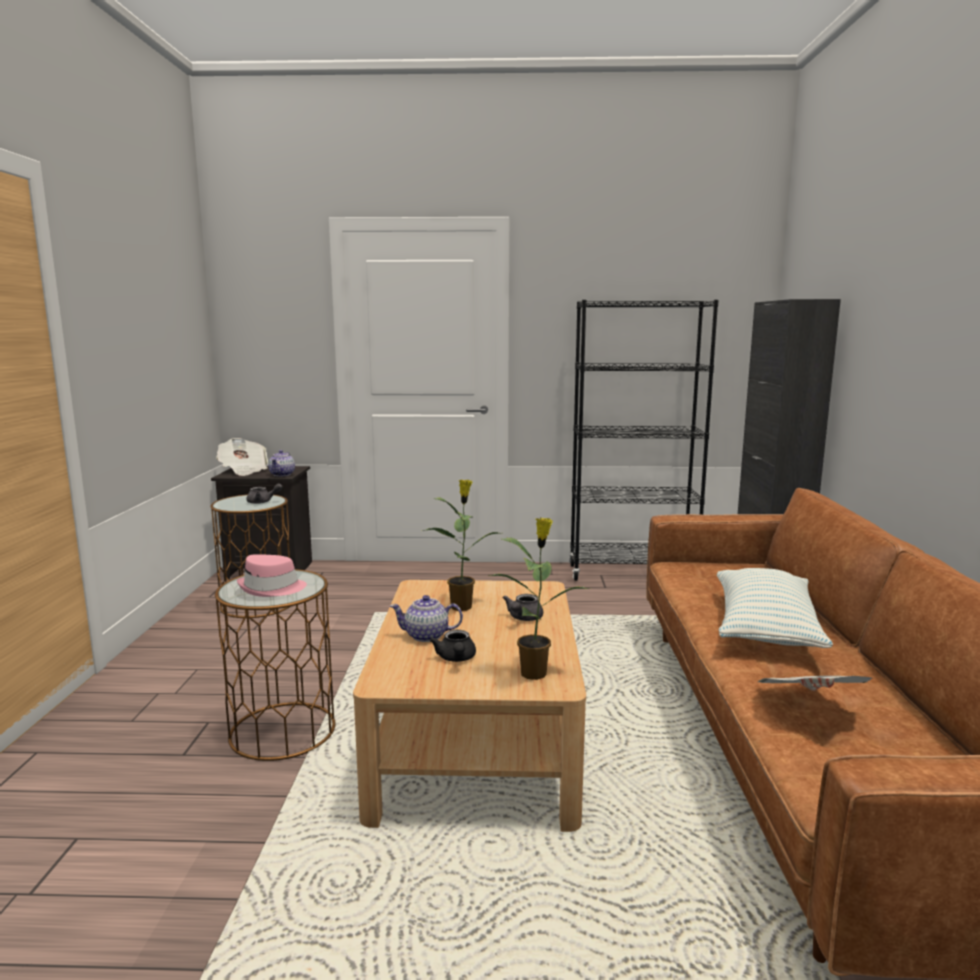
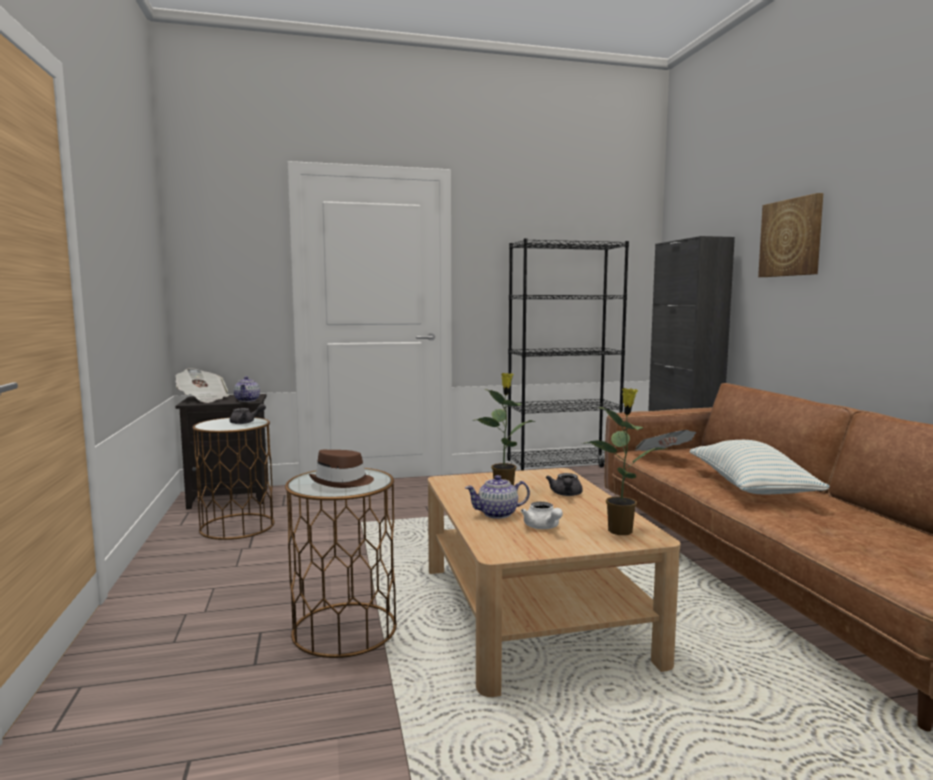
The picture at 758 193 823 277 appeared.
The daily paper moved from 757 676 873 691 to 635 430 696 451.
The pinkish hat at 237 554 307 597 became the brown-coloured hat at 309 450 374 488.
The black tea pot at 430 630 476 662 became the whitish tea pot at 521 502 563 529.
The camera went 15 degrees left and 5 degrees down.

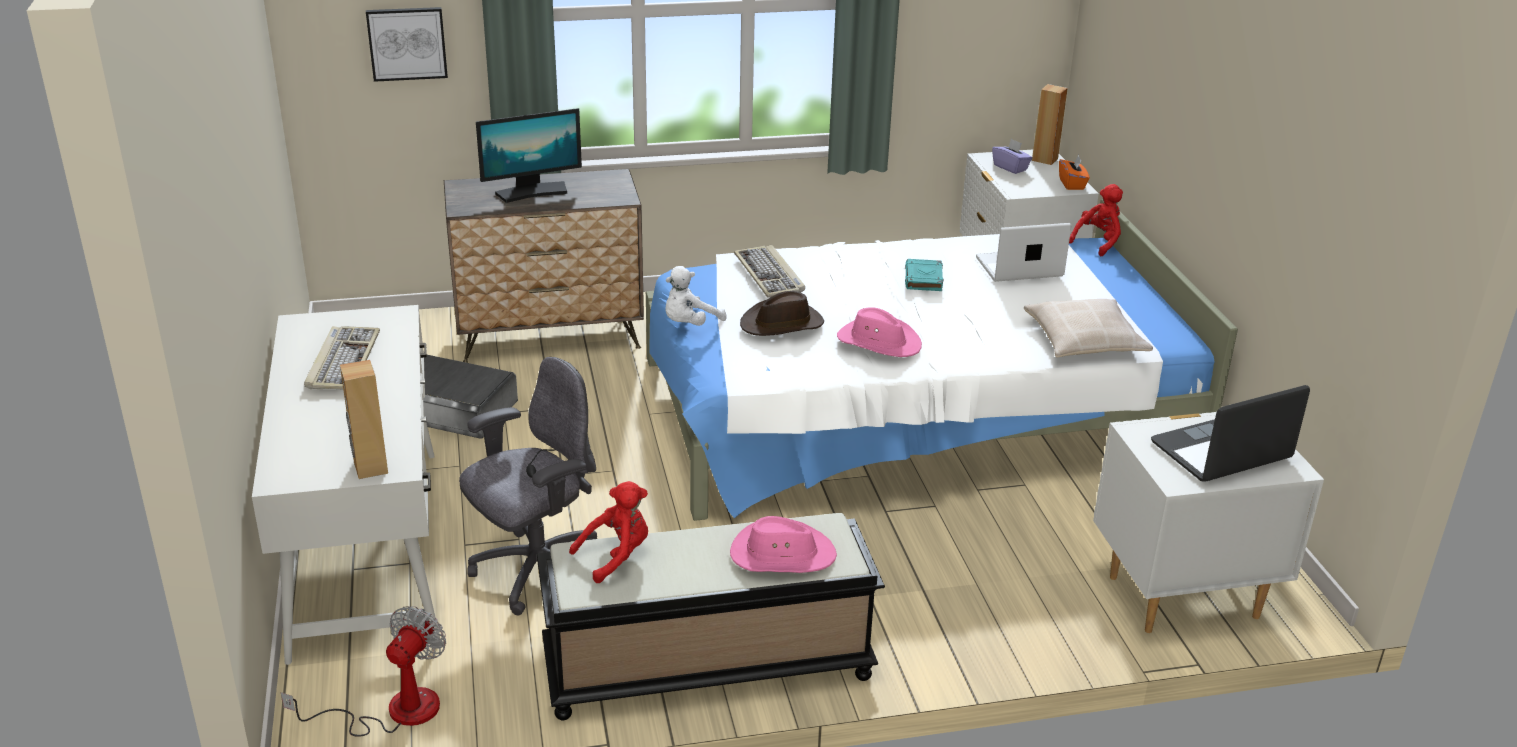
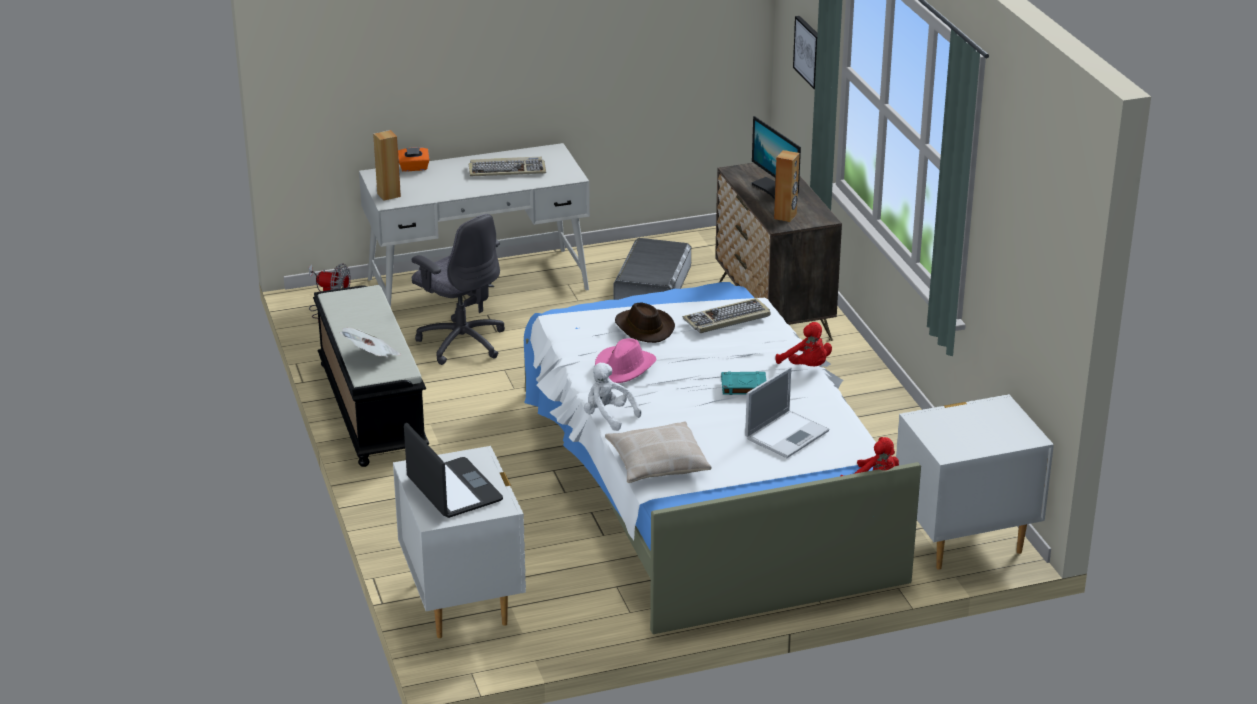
The purple box of tissues at 992 139 1032 174 disappeared.
The red plush toy moved from 569 481 648 583 to 775 322 832 366.
The whitish plush toy moved from 665 266 727 326 to 584 363 641 431.
The brown-coloured audio speaker moved from 1032 84 1068 165 to 774 150 800 222.
The orange box of tissues moved from 1059 155 1090 190 to 398 147 430 172.
The pinkish hat at 730 516 837 573 was replaced by the daily paper at 339 327 401 357.
The laptop at 976 223 1072 282 turned 60 degrees clockwise.
The camera went 85 degrees right and 0 degrees up.

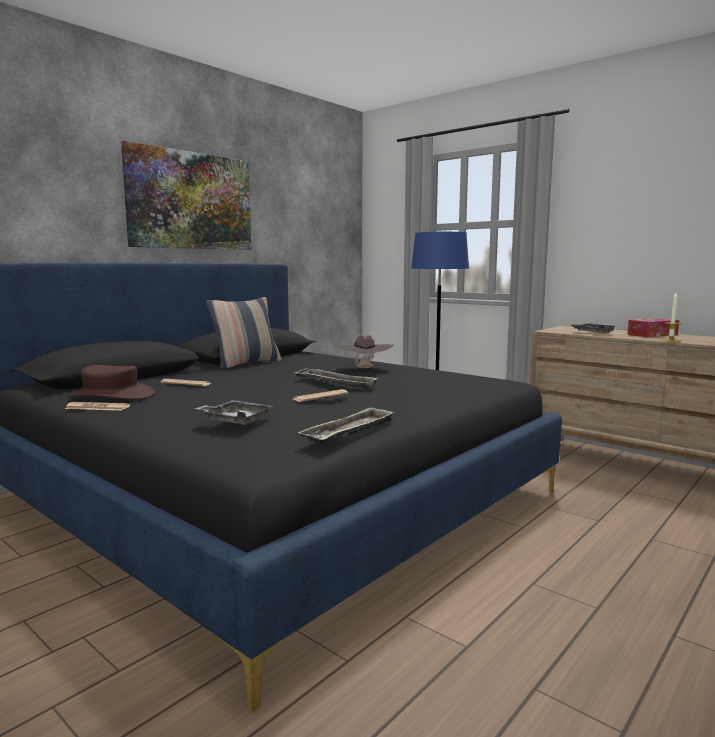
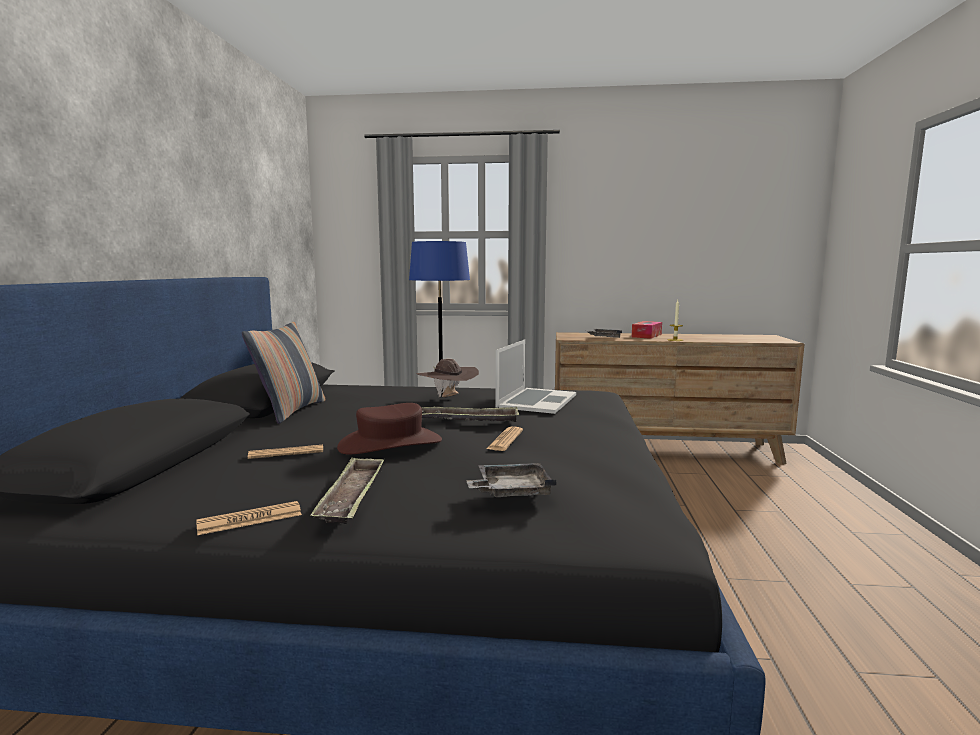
The picture at 121 141 252 250 disappeared.
The laptop at 496 340 576 414 appeared.
The brown-coloured hat moved from 68 365 154 400 to 337 403 442 454.
The serving tray moved from 298 407 394 445 to 310 457 384 524.
The camera went 35 degrees left and 0 degrees up.

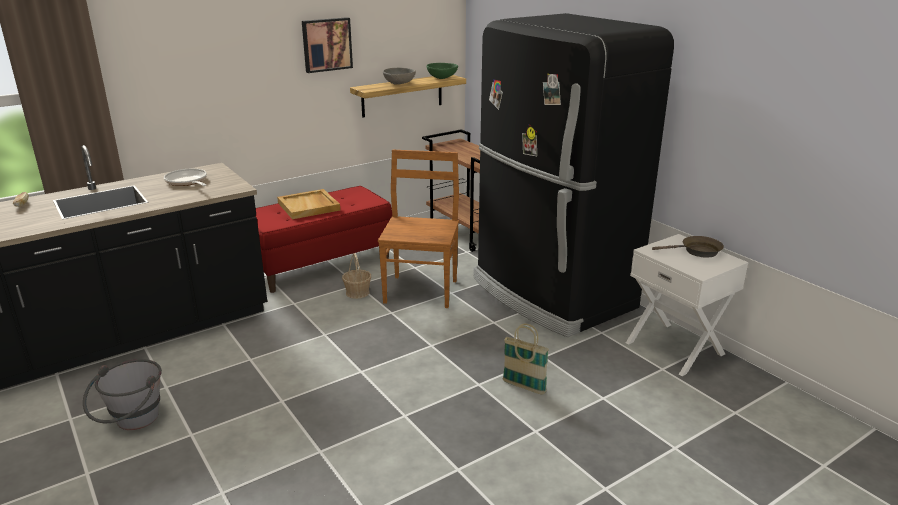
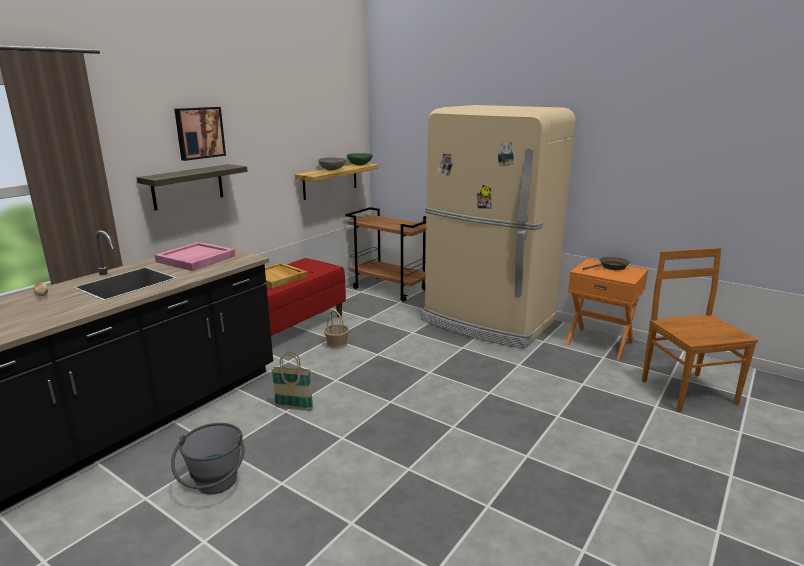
The shelf at 136 164 248 210 appeared.
The picture moved from 302 17 353 73 to 174 107 226 161.
The brown-coloured upright chair moved from 378 150 459 308 to 642 247 758 412.
The storage basket moved from 503 323 549 395 to 271 352 314 411.
The pan at 164 169 207 186 was replaced by the pinkish serving tray at 155 242 236 271.
The black kitchen fridge at 473 13 674 337 became the beige-coloured kitchen fridge at 421 105 576 348.
The whitish night table at 626 234 748 376 became the orange night table at 565 259 648 360.
The camera went 20 degrees left and 5 degrees down.

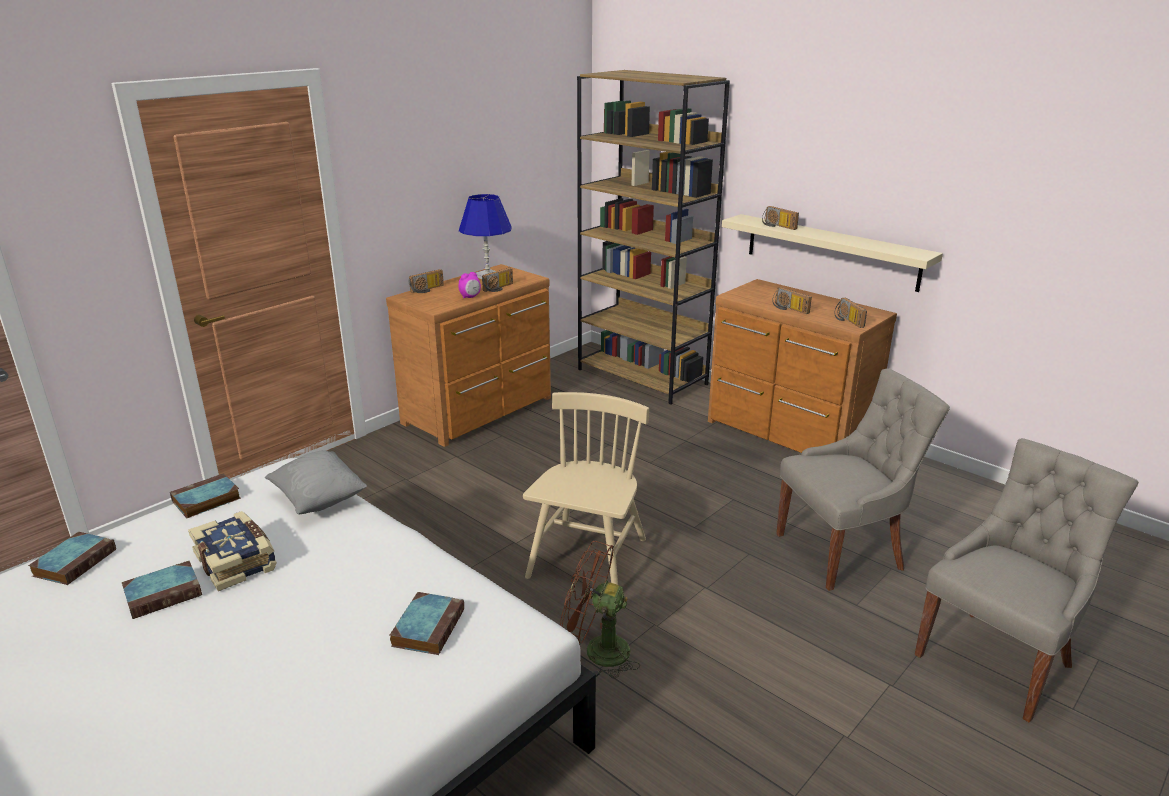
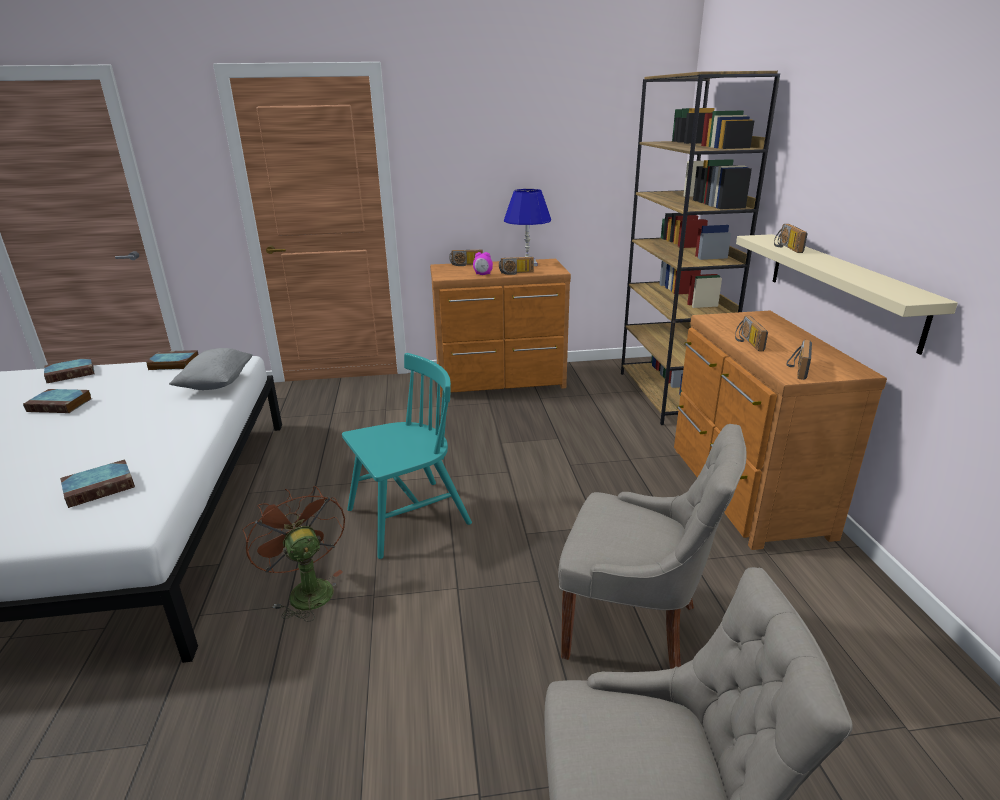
The book at 188 511 277 591 disappeared.
The beige-coloured upright chair at 523 392 649 585 became the turquoise-coloured upright chair at 342 353 472 559.
The camera went 40 degrees right and 0 degrees up.

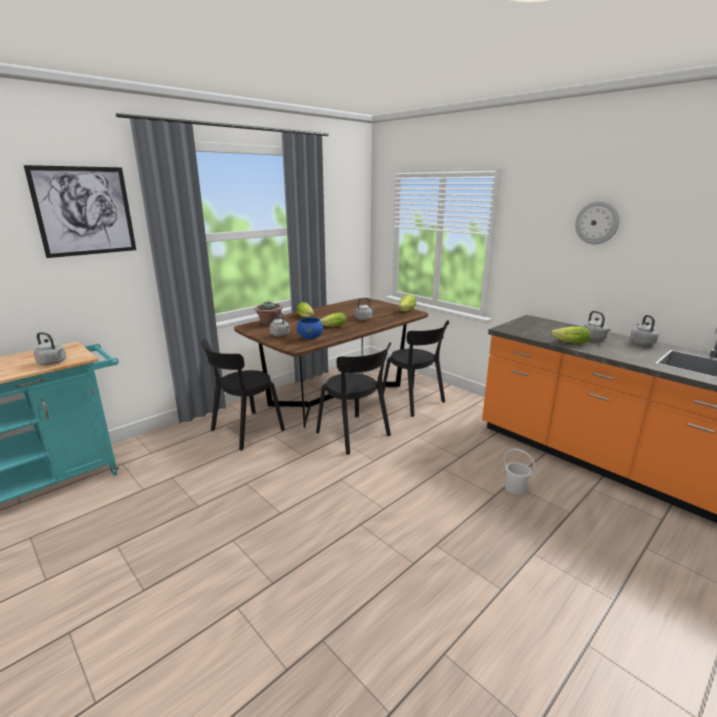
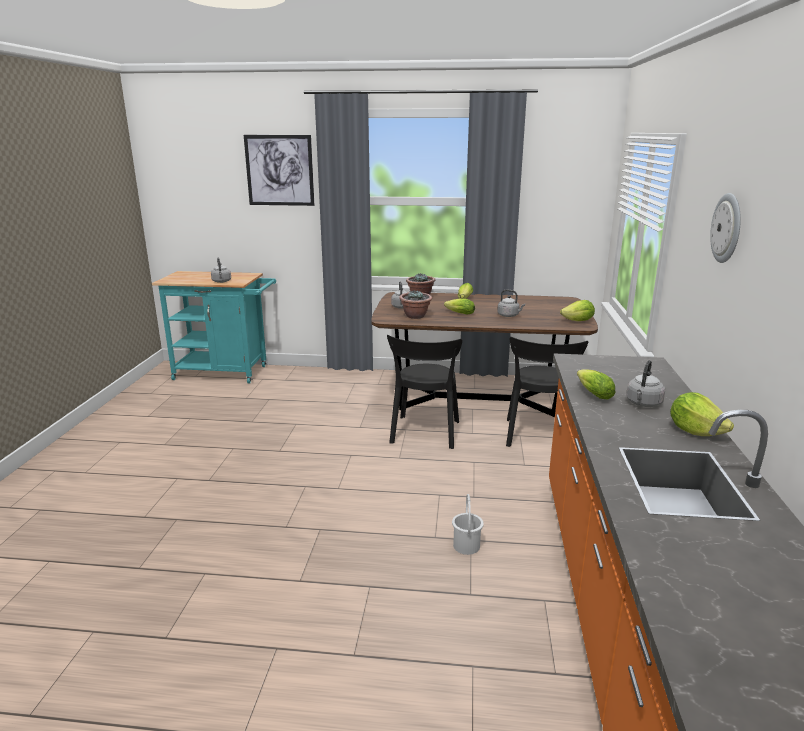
The black upright chair at 201 339 285 451 disappeared.
The blue-coloured bowl at 297 318 323 339 was replaced by the potted plant at 399 290 432 319.
The greyish tea kettle at 630 315 659 346 was replaced by the lettuce head at 670 392 734 436.
The camera went 50 degrees right and 0 degrees up.

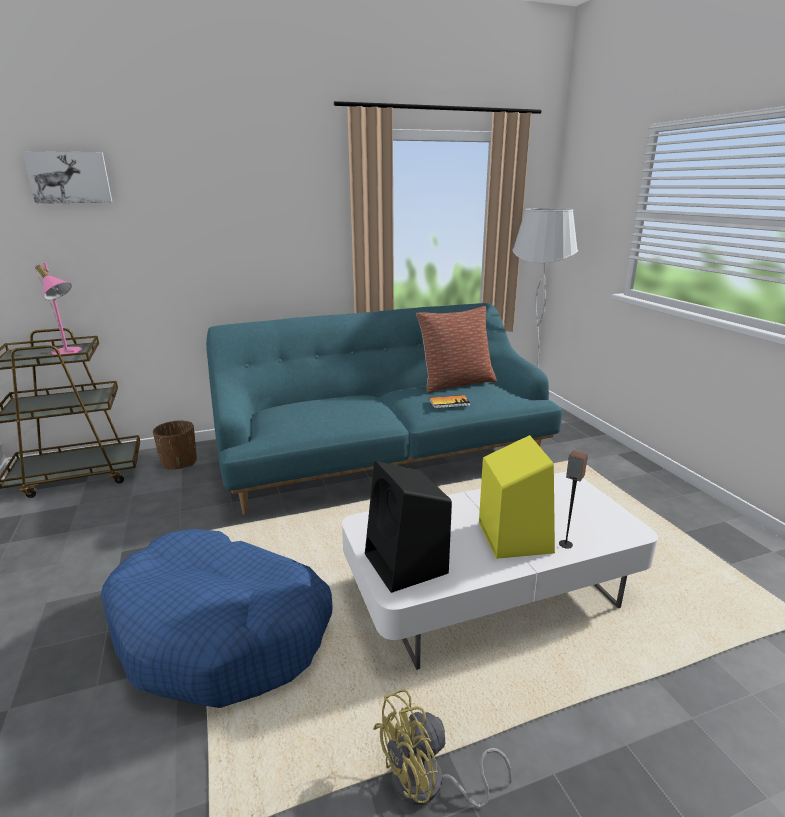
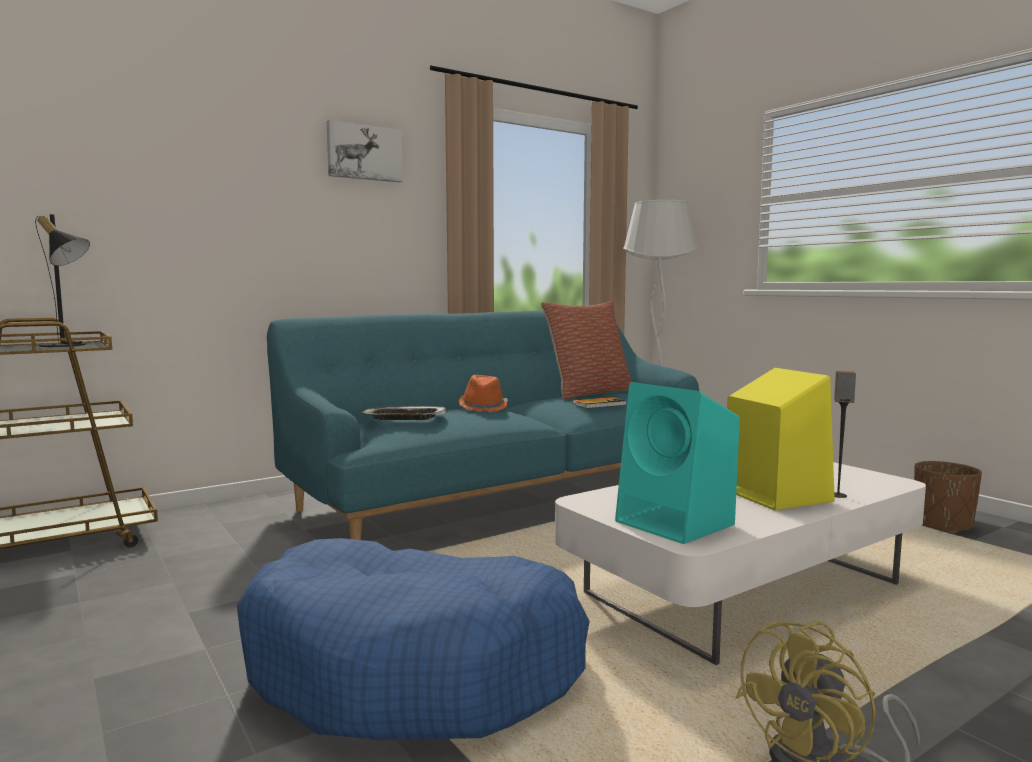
The serving tray at 361 406 447 420 appeared.
The orange hat at 459 375 508 412 appeared.
The picture moved from 22 151 112 204 to 327 120 403 182.
The brown-coloured planter moved from 153 420 197 470 to 914 461 982 533.
The pinkish lamp for a table at 35 263 82 355 became the black lamp for a table at 35 214 90 347.
The black audio speaker at 365 461 452 593 became the turquoise-coloured audio speaker at 615 382 740 544.
The camera went 15 degrees left and 15 degrees down.

